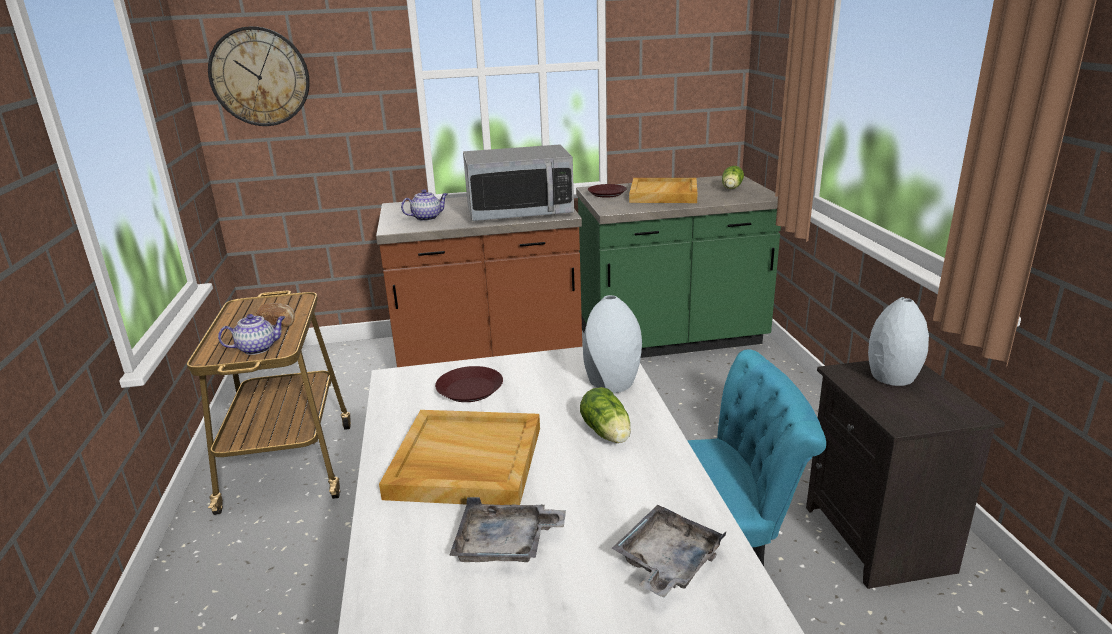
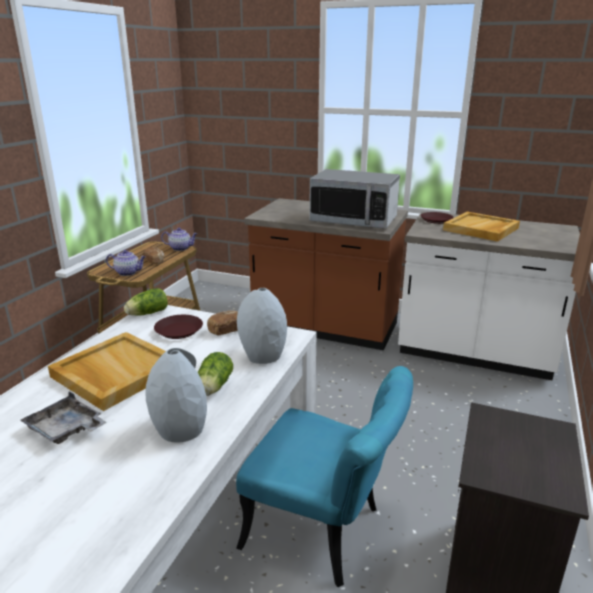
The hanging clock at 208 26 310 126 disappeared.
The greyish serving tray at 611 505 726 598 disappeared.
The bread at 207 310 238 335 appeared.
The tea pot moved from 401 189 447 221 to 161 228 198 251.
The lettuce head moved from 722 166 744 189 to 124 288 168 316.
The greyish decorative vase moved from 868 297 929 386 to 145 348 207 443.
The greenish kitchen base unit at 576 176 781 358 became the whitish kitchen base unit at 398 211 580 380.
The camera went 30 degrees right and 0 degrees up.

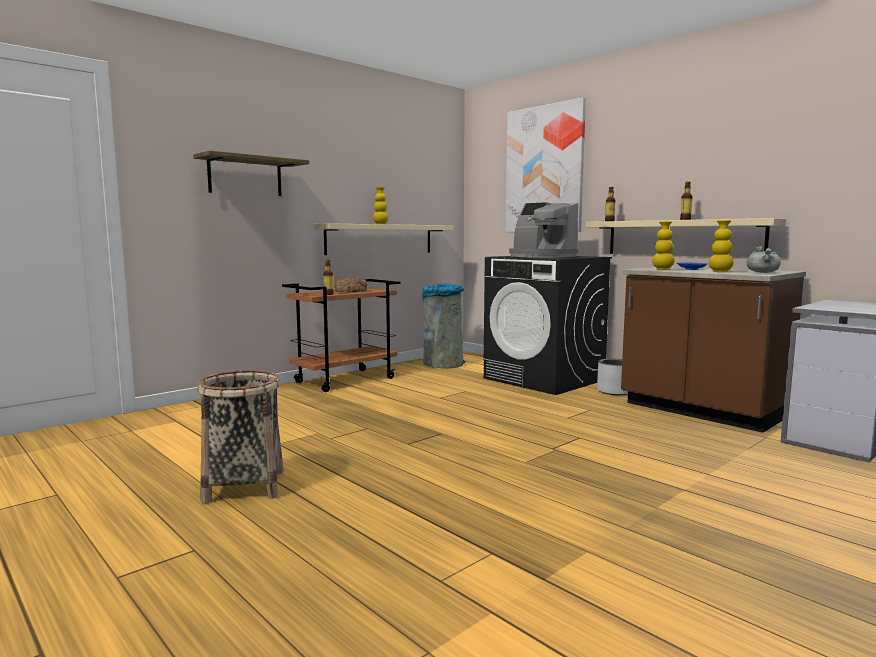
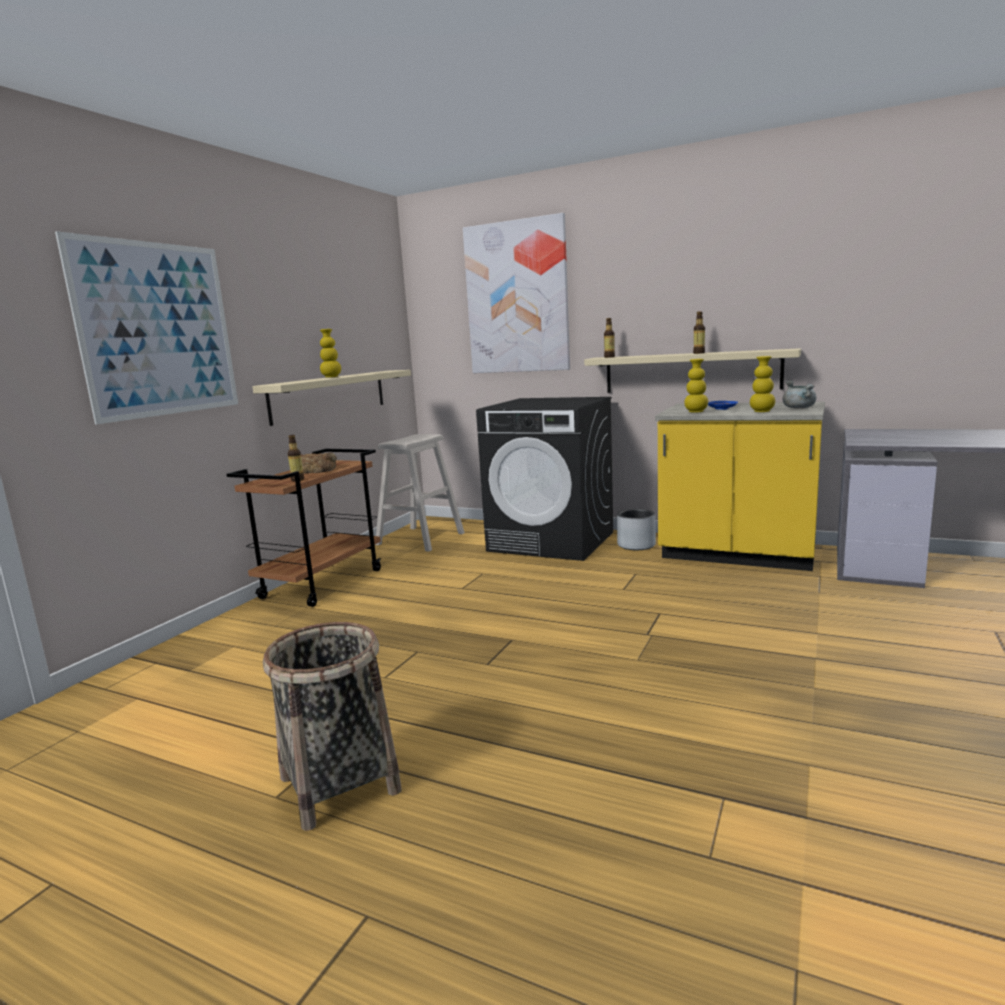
The coffee maker at 509 202 578 258 disappeared.
The shelf at 193 150 309 196 was replaced by the picture at 55 231 238 424.
The greyish rubbish bin at 422 284 465 369 was replaced by the beige-coloured sitting stool at 375 434 465 552.
The brown-coloured kitchen base unit at 621 266 806 433 became the yellow-coloured kitchen base unit at 655 402 825 571.
The camera went 20 degrees left and 5 degrees up.

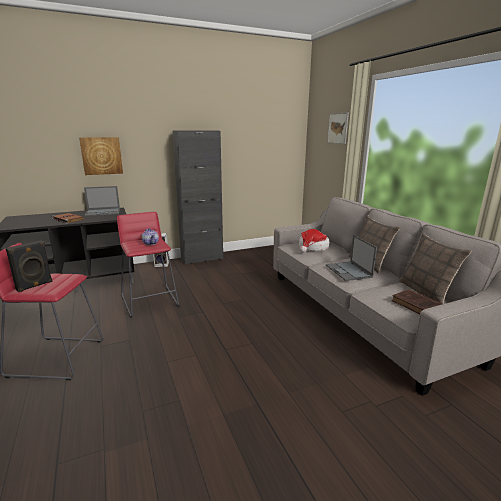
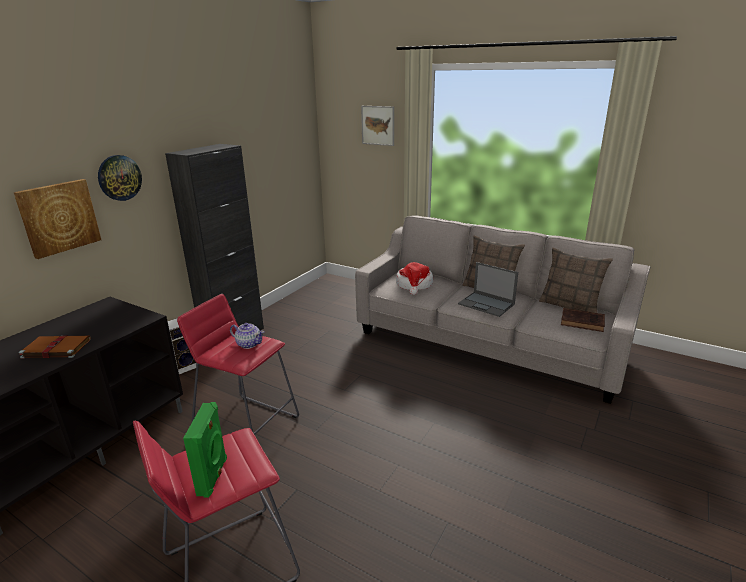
The laptop at 84 186 120 216 disappeared.
The hanging clock at 98 155 142 201 appeared.
The black audio speaker at 6 240 53 292 became the greenish audio speaker at 183 402 227 498.
The camera went 35 degrees left and 5 degrees up.

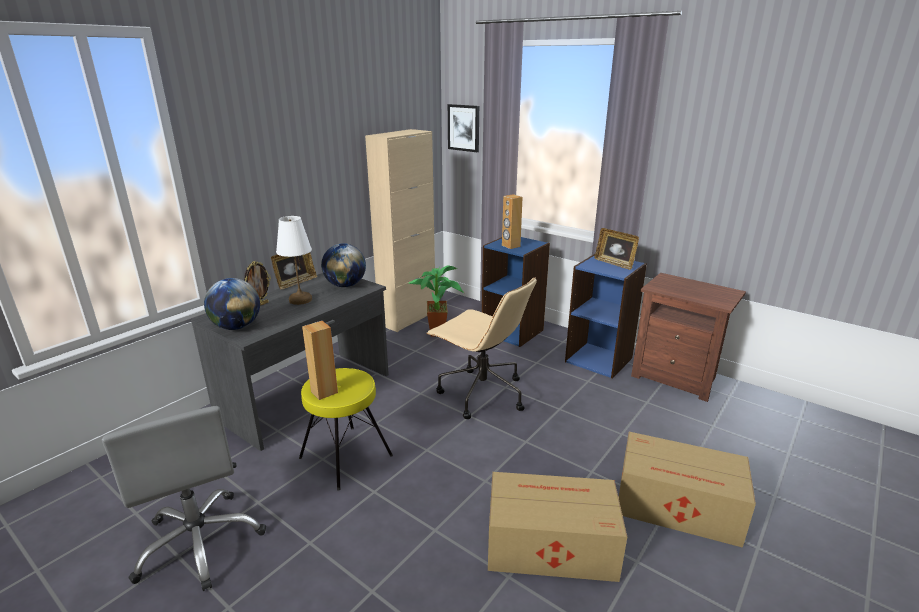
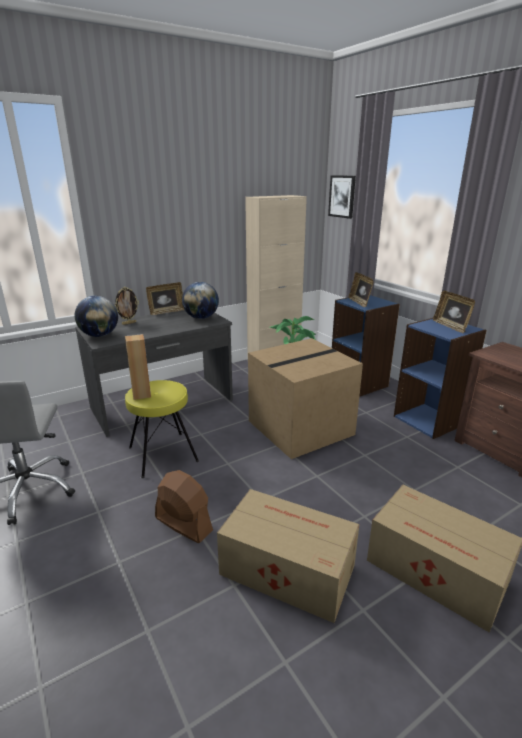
The whitish lamp for a table at 276 216 312 305 disappeared.
The brown-coloured fan at 155 470 213 543 appeared.
The beige-coloured office chair at 426 277 537 419 was replaced by the packing box at 248 338 363 459.
The brown-coloured audio speaker at 502 194 523 249 was replaced by the photo frame at 349 272 374 307.
The camera went 20 degrees right and 0 degrees up.

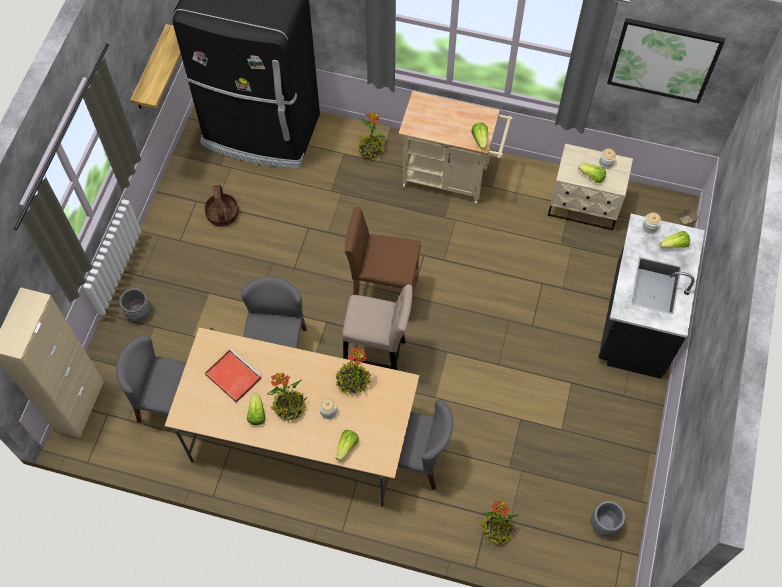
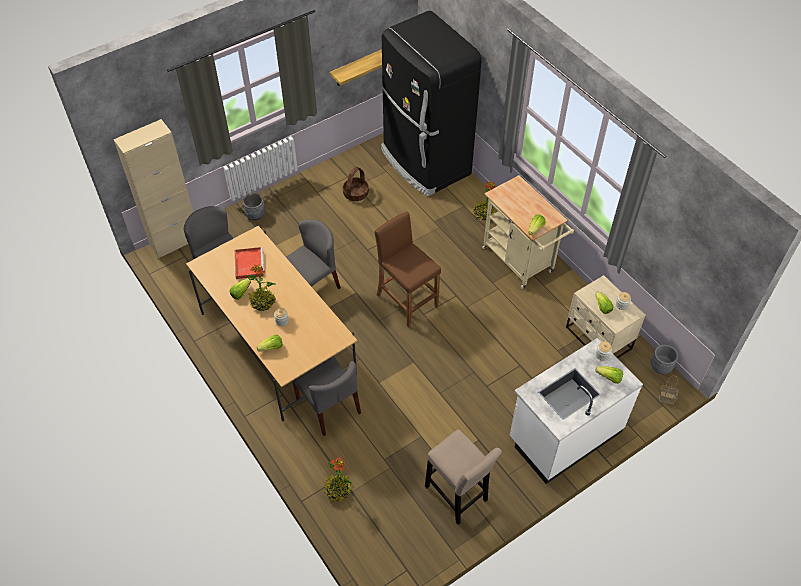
The potted plant at 335 347 371 394 disappeared.
The picture at 607 18 725 104 disappeared.
The beige-coloured sitting stool moved from 342 284 413 370 to 425 430 502 525.
The greyish planter moved from 591 501 625 537 to 651 345 678 374.
The black kitchen base unit at 598 214 705 379 became the whitish kitchen base unit at 510 338 643 484.
The camera went 40 degrees right and 10 degrees down.

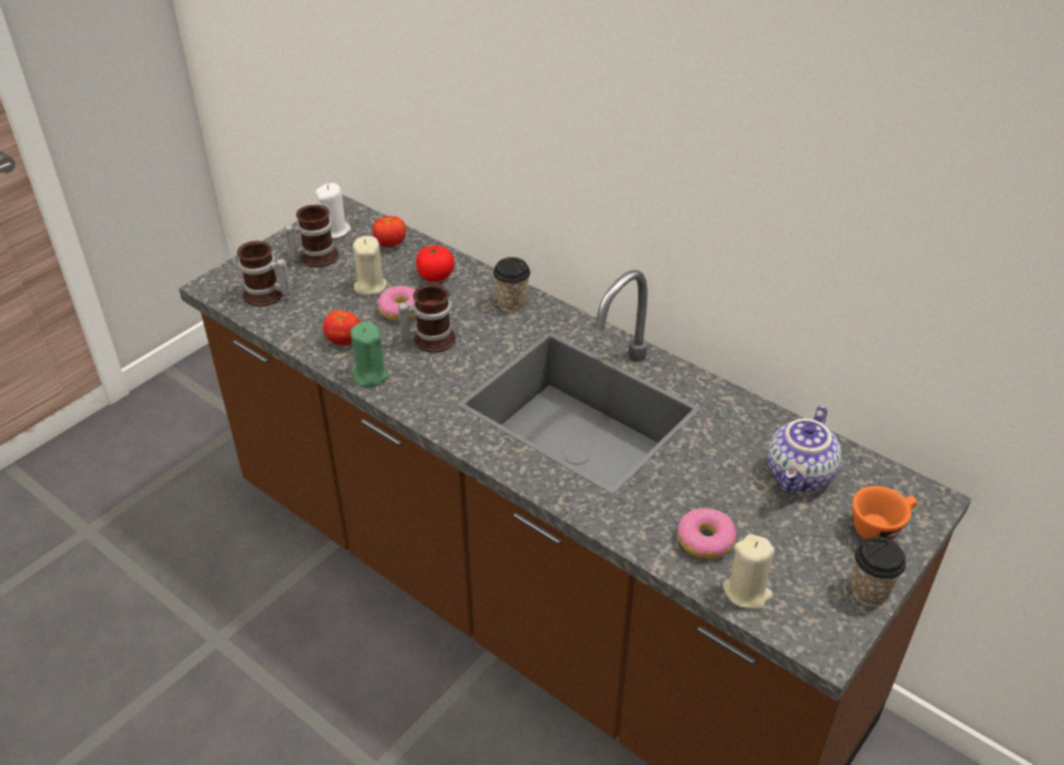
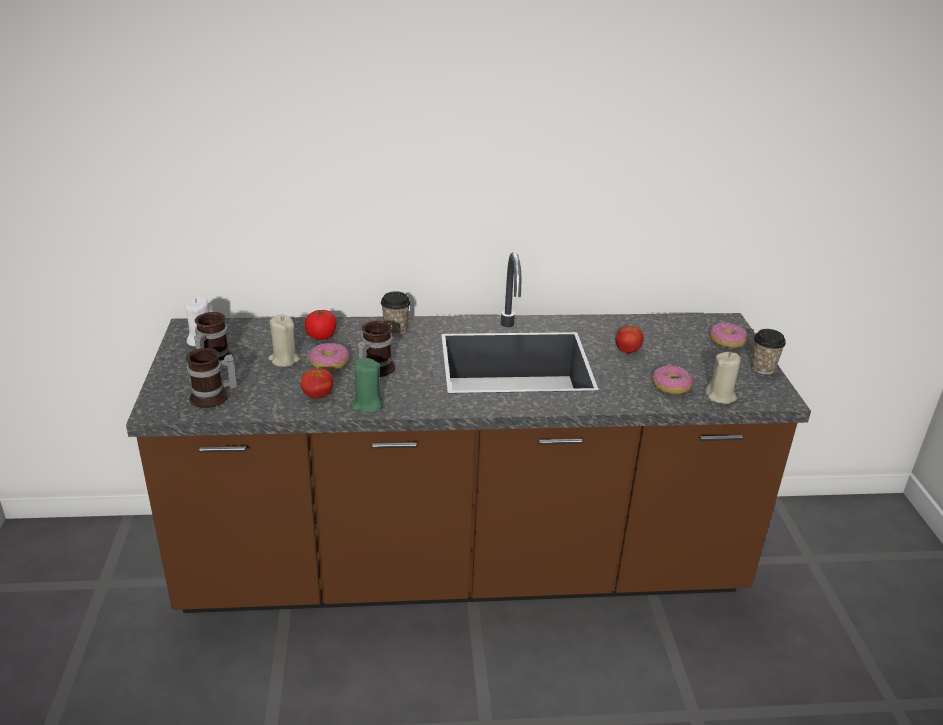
The tea pot at 768 405 841 493 disappeared.
The tomato moved from 372 216 406 247 to 616 326 644 353.
The orange cup at 852 486 917 540 was replaced by the doughnut at 710 323 748 348.
The camera went 45 degrees left and 10 degrees down.

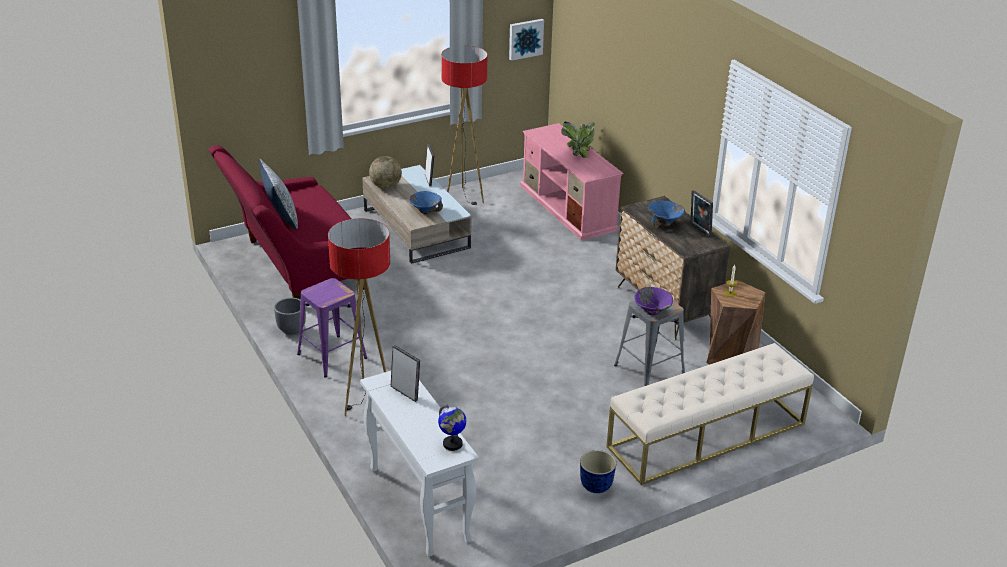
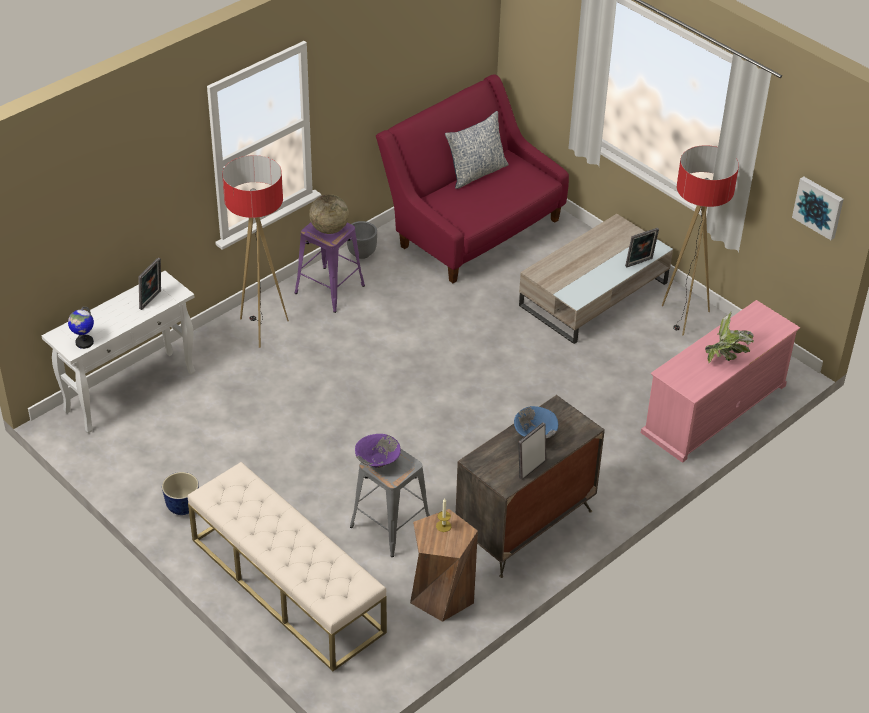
The blue-coloured bowl at 409 191 443 214 disappeared.
The world globe moved from 369 156 402 189 to 309 194 349 234.
The camera went 75 degrees right and 10 degrees up.

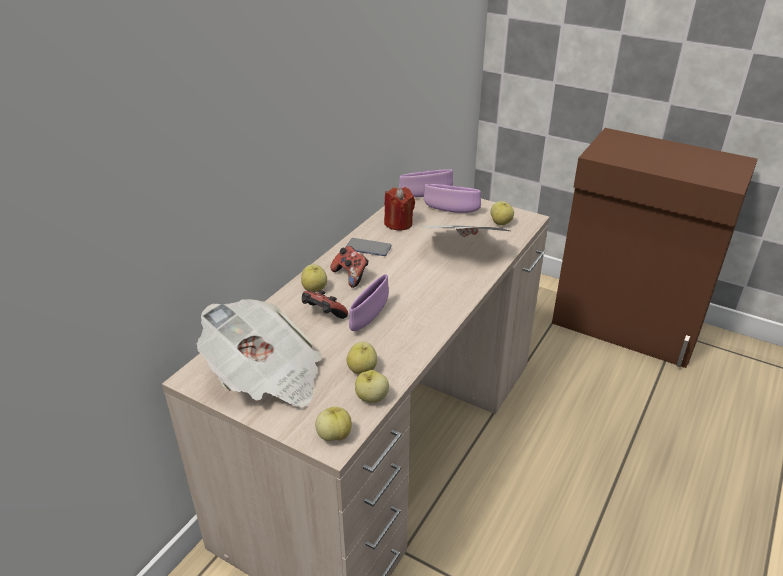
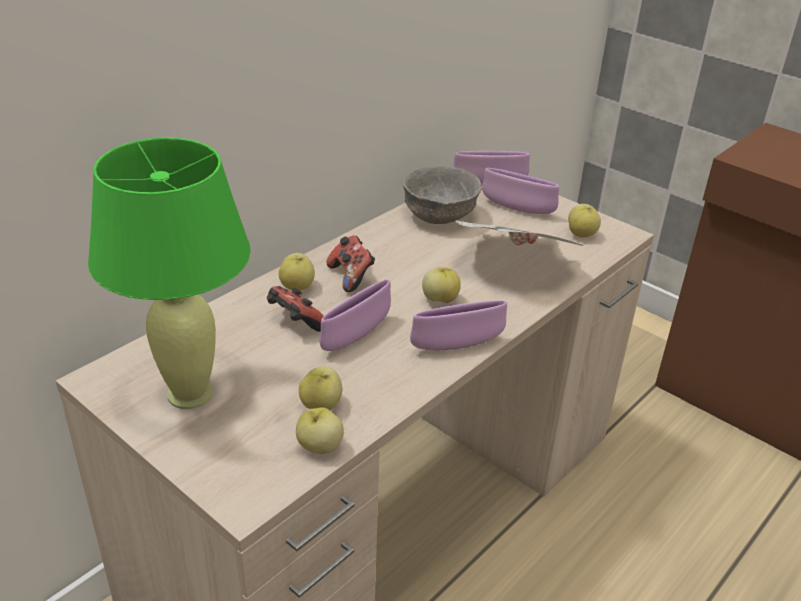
The phone at 346 238 392 256 disappeared.
The purple bowl at 410 301 507 350 appeared.
The apple fruit moved from 315 407 352 441 to 422 267 461 303.
The daily paper at 196 299 322 407 was replaced by the greenish lamp for a table at 88 137 251 409.
The red wax candle at 384 187 415 231 was replaced by the greyish bowl at 403 166 482 224.
The camera went 10 degrees right and 0 degrees up.

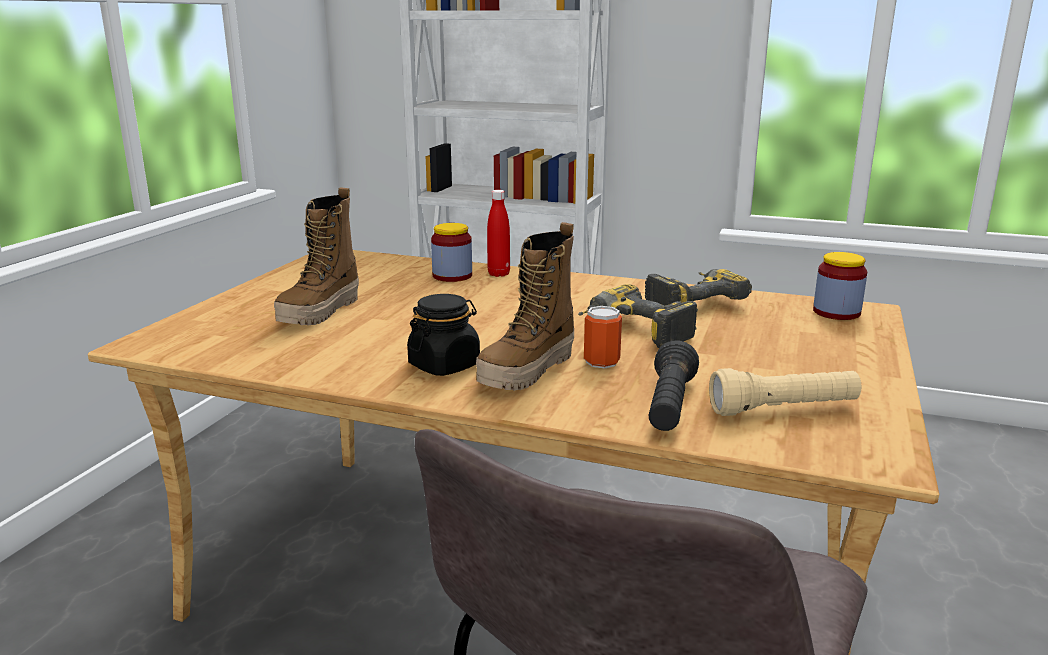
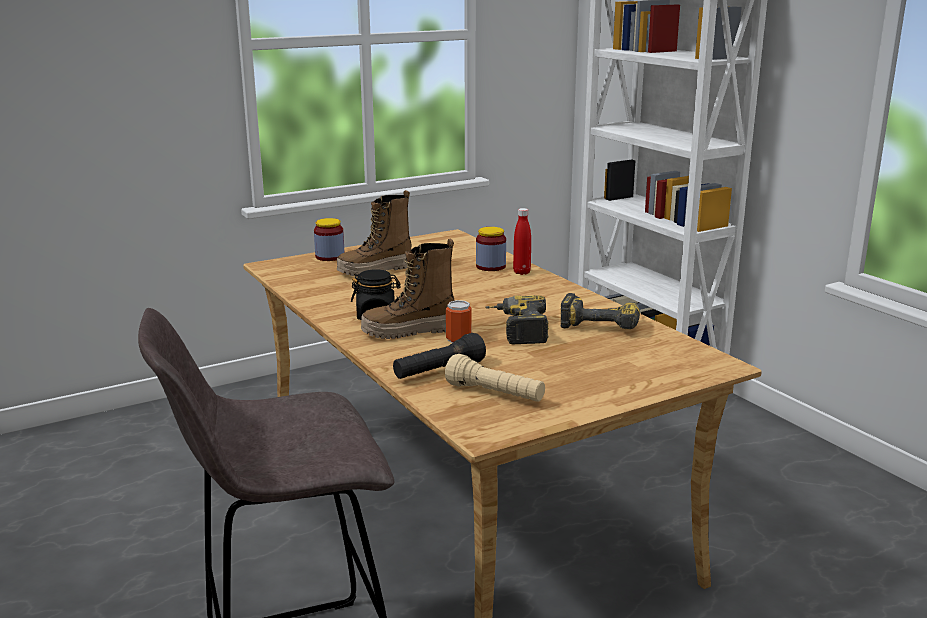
The storage jar moved from 813 252 867 320 to 314 218 345 261.
The camera went 40 degrees right and 0 degrees up.

